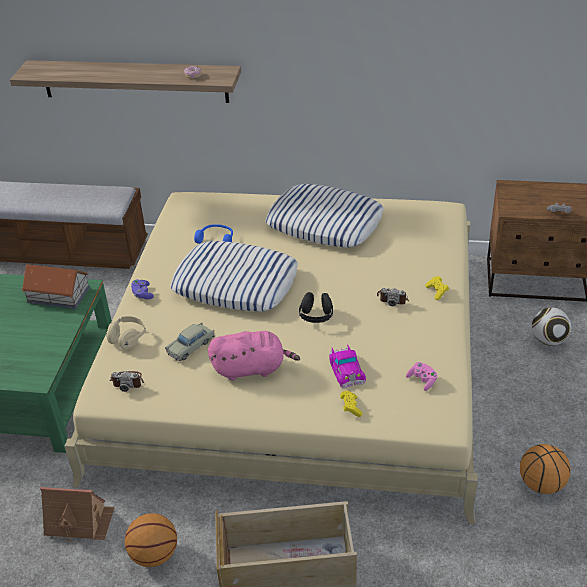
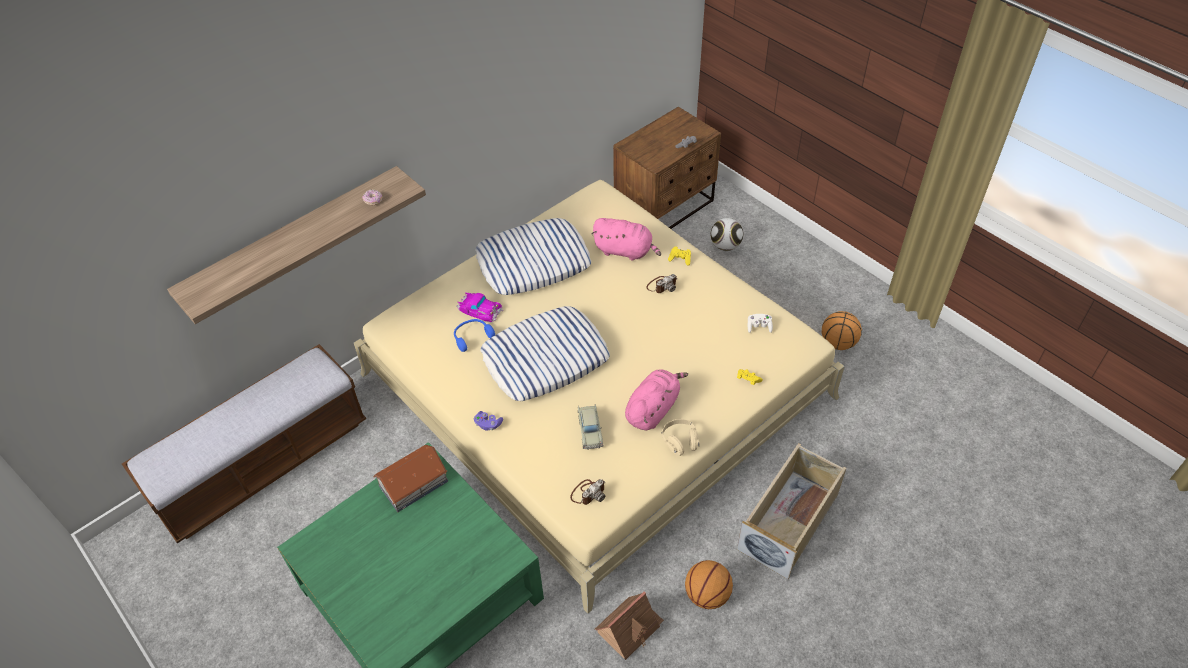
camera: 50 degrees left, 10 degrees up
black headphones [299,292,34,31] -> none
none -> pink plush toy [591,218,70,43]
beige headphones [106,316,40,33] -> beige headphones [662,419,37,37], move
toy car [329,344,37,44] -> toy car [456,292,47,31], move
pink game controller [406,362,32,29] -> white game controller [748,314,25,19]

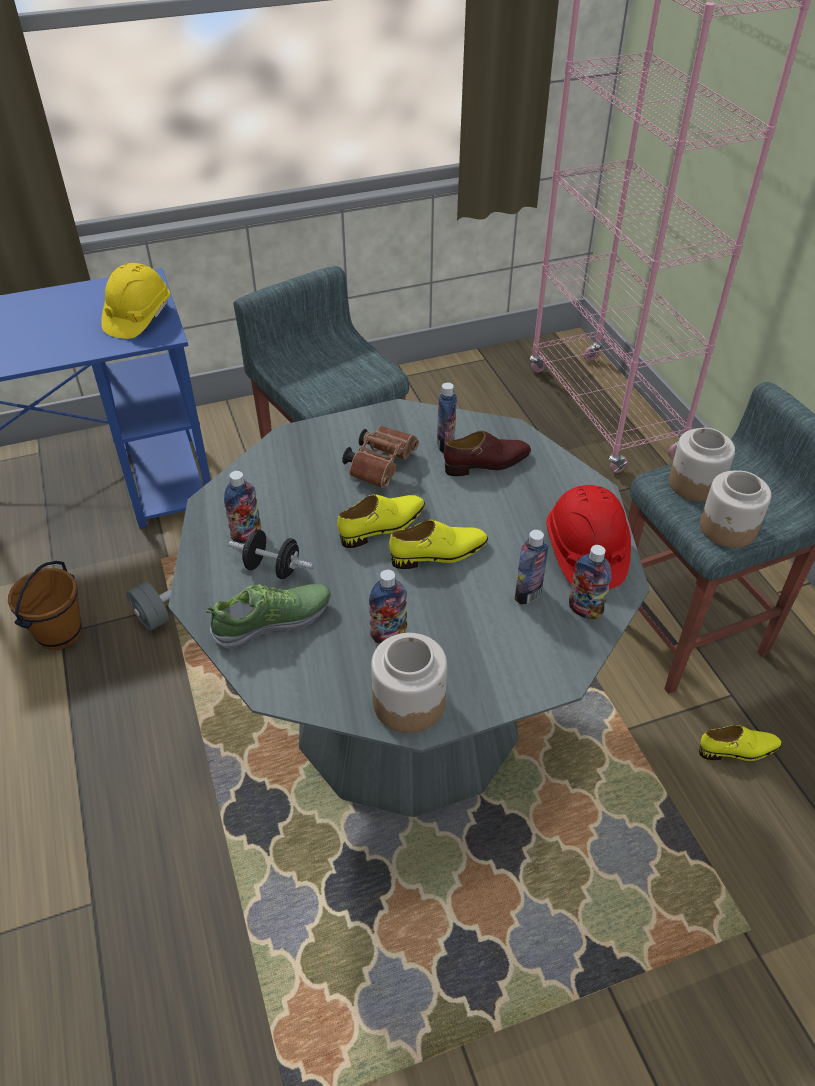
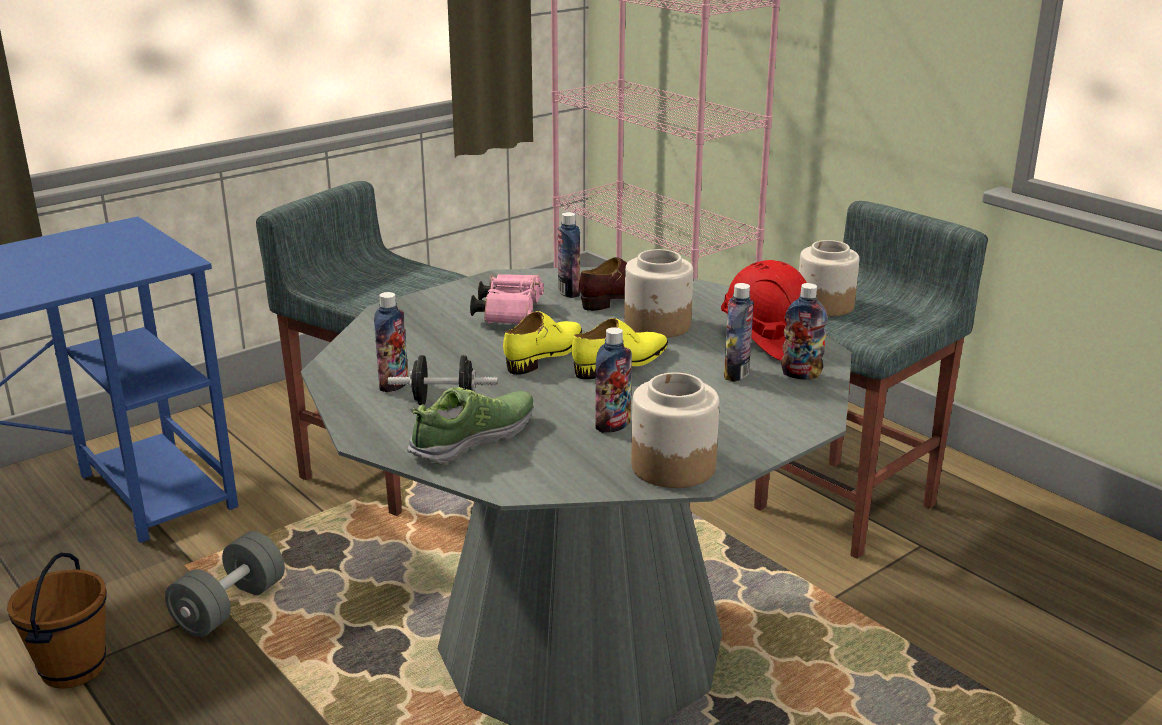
camera: 20 degrees left, 20 degrees down
yellow hard hat [102,263,68,76] -> none
yellow shoe [699,725,83,36] -> none
jar [700,471,71,77] -> jar [624,249,69,89], move
brown binoculars [342,426,77,62] -> pink binoculars [470,274,74,50]

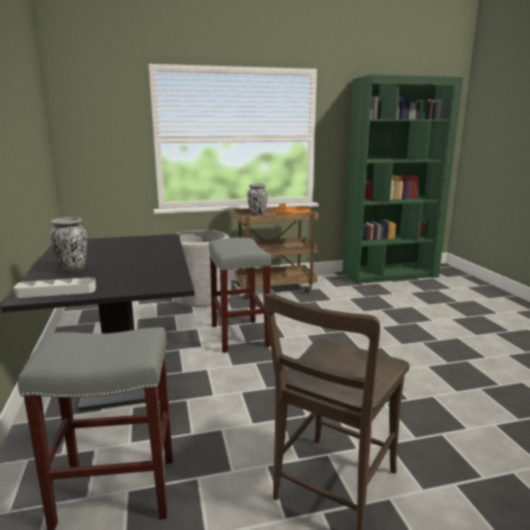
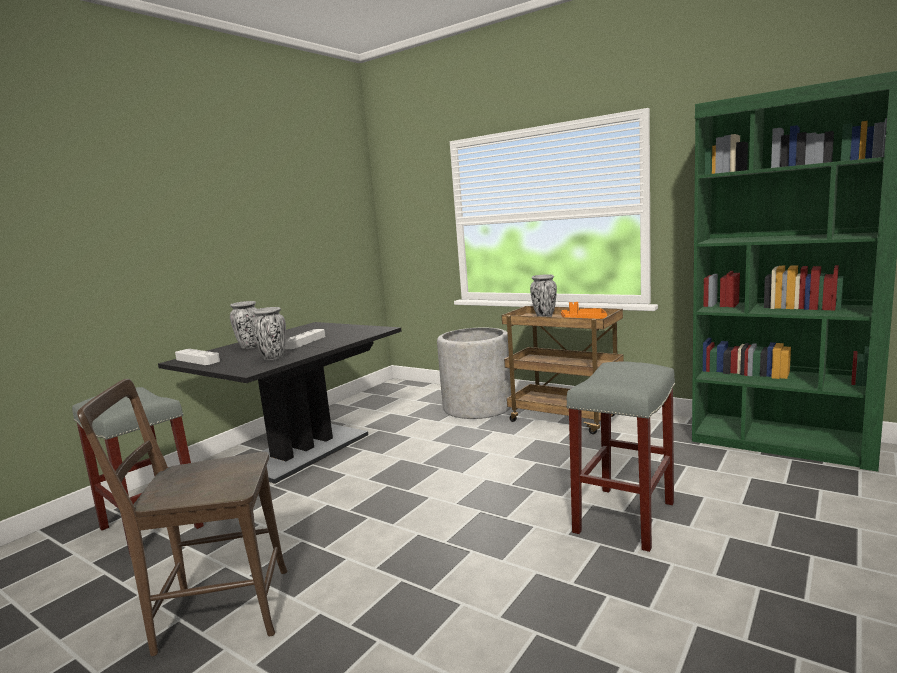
camera: 50 degrees right, 5 degrees down
none -> vase [252,307,34,53]
none -> grey tray [285,329,40,20]
grey stool [209,237,63,116] -> grey stool [566,362,109,190], move

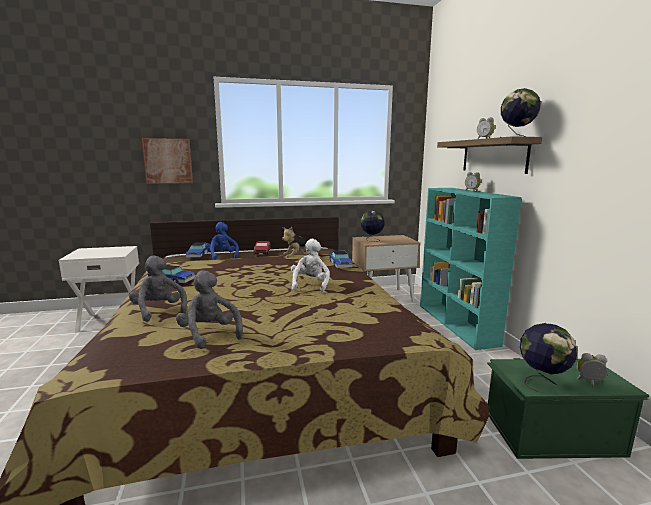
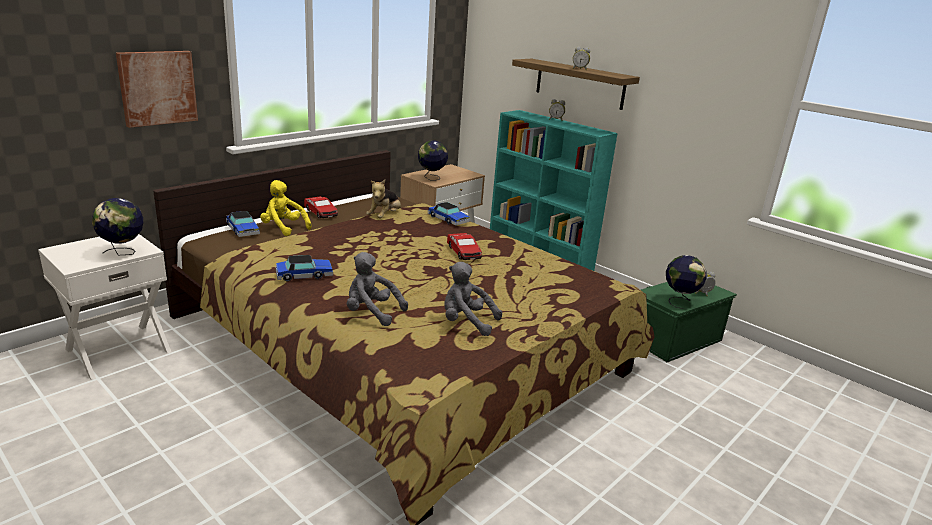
camera: 35 degrees left, 10 degrees up
globe [501,88,40,49] -> globe [92,198,51,57], move
white plush toy [291,239,39,54] -> toy car [447,233,35,27]
blue plush toy [205,222,34,38] -> yellow plush toy [260,180,52,56]

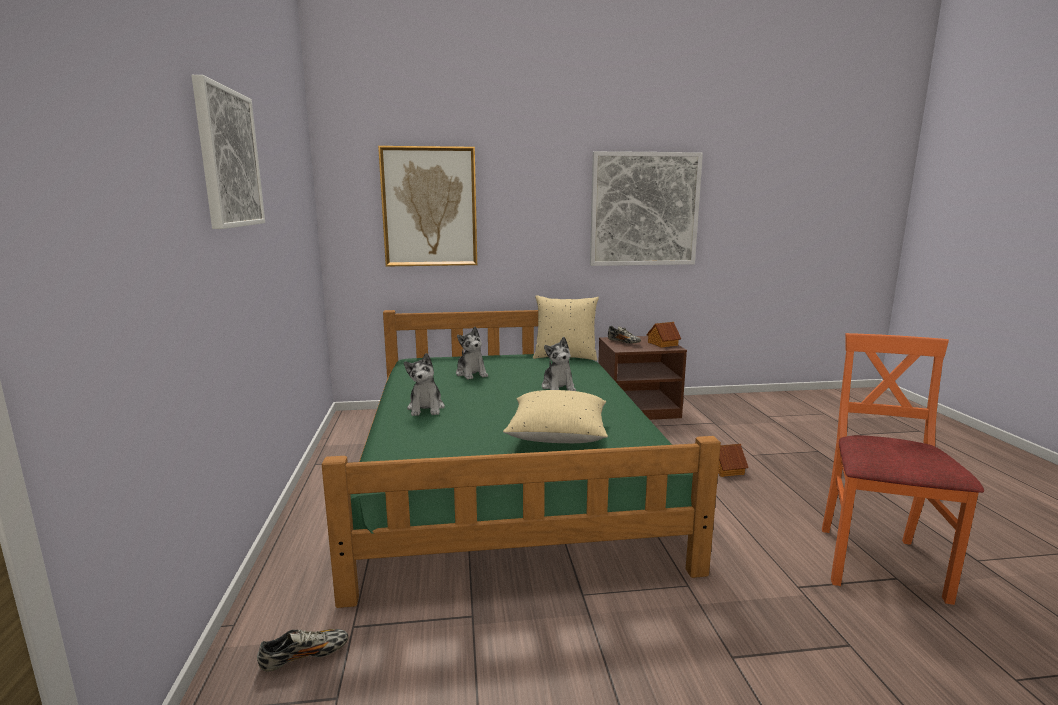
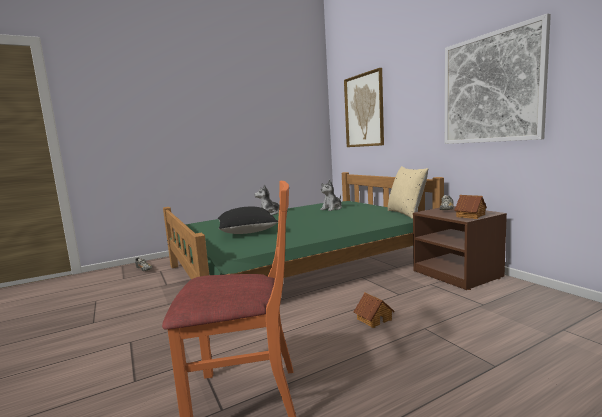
camera: 70 degrees right, 5 degrees down
picture [191,75,74,154] -> none
plush toy [542,337,34,54] -> none
beige pillow [503,390,105,53] -> black pillow [218,206,60,28]

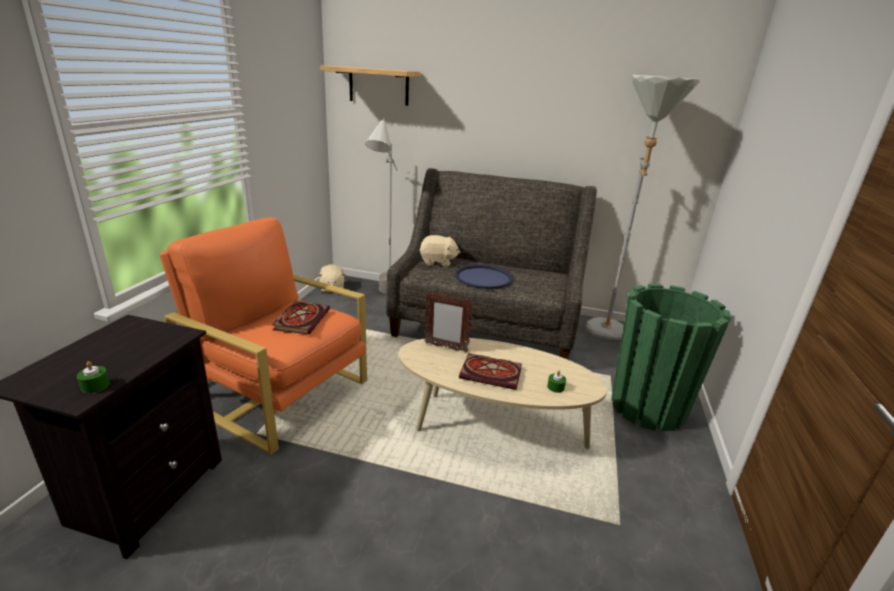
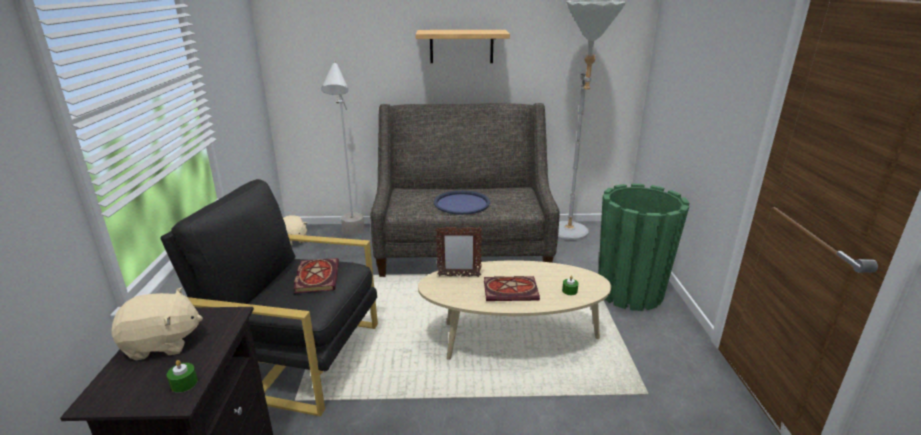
camera: 15 degrees left, 0 degrees up
shelf [320,66,101,40] -> shelf [415,30,95,33], move
beige plush toy [419,235,42,32] -> beige plush toy [111,287,92,73], move
orange armchair [160,217,207,238] -> black armchair [160,179,218,238]

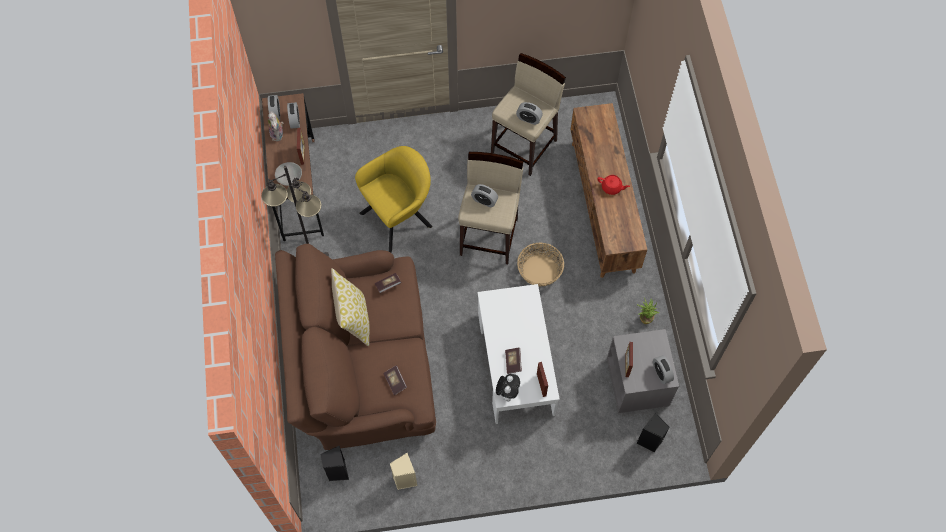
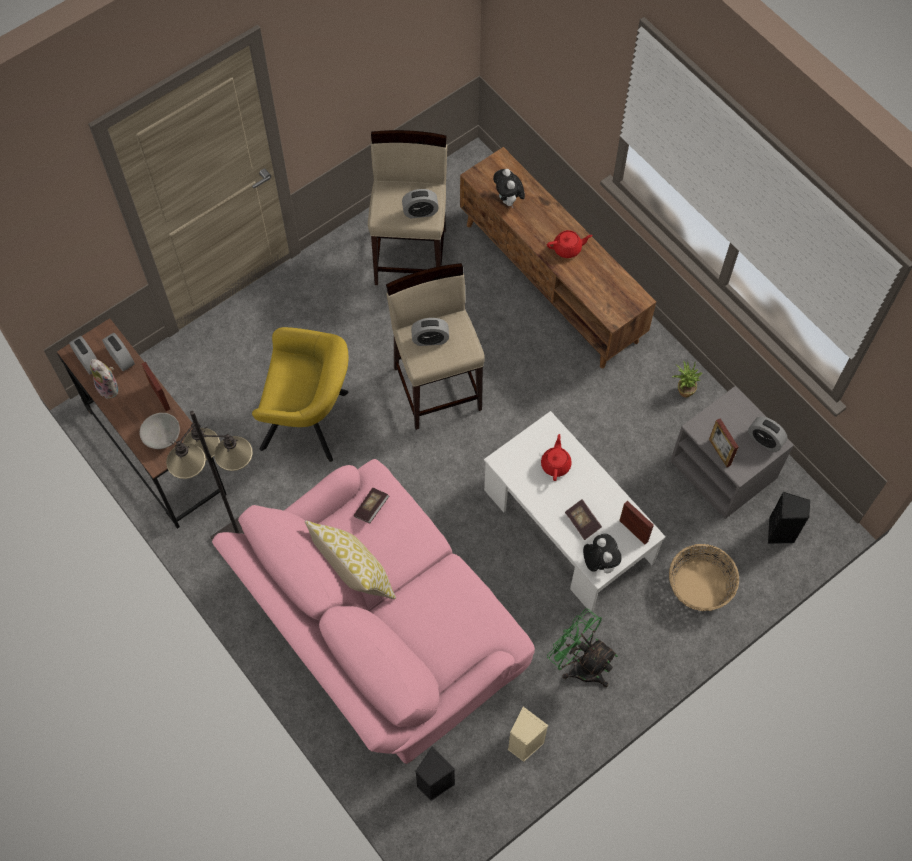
camera: 30 degrees left, 0 degrees up
book [383,366,24,29] -> none
none -> plush toy [493,169,32,39]
none -> red teapot [541,434,31,47]
none -> green fan [547,609,71,78]
basket [517,243,47,44] -> basket [669,544,70,67], move
brown sofa [275,244,161,206] -> pink sofa [212,459,323,305]
yellow armchair [355,146,77,106] -> yellow armchair [252,327,97,135], 75 degrees clockwise

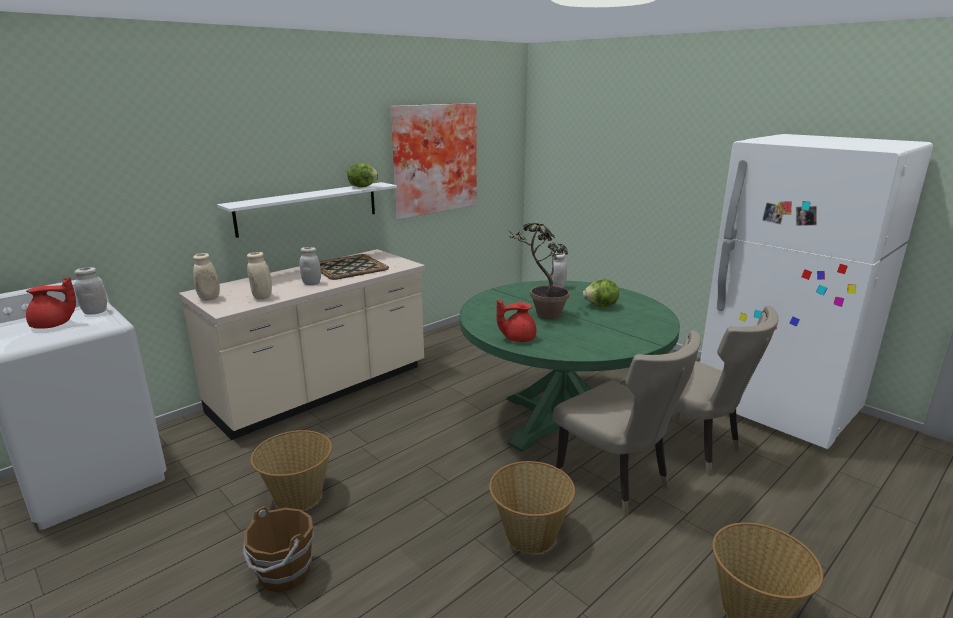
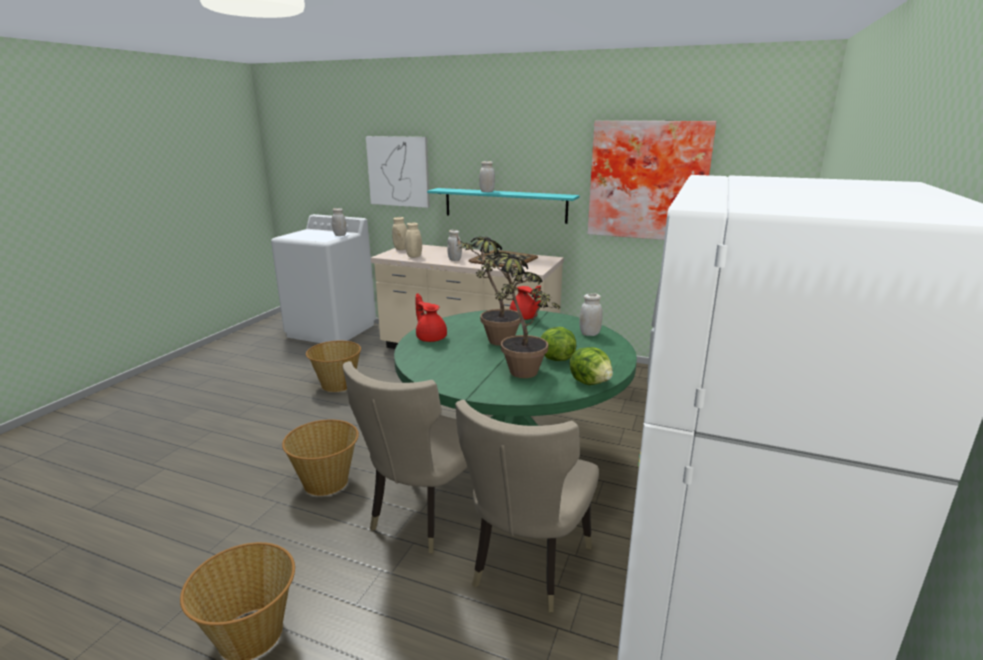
camera: 65 degrees right, 0 degrees up
brown bucket [243,506,71,87] -> none
none -> picture [366,136,64,72]
none -> white jar [479,161,16,31]
none -> potted plant [481,249,79,129]
red teapot [26,277,50,51] -> red teapot [510,286,31,34], move
lettuce [347,163,32,24] -> lettuce [570,347,43,38], move
white shelf [217,182,180,56] -> turquoise shelf [427,188,153,36]

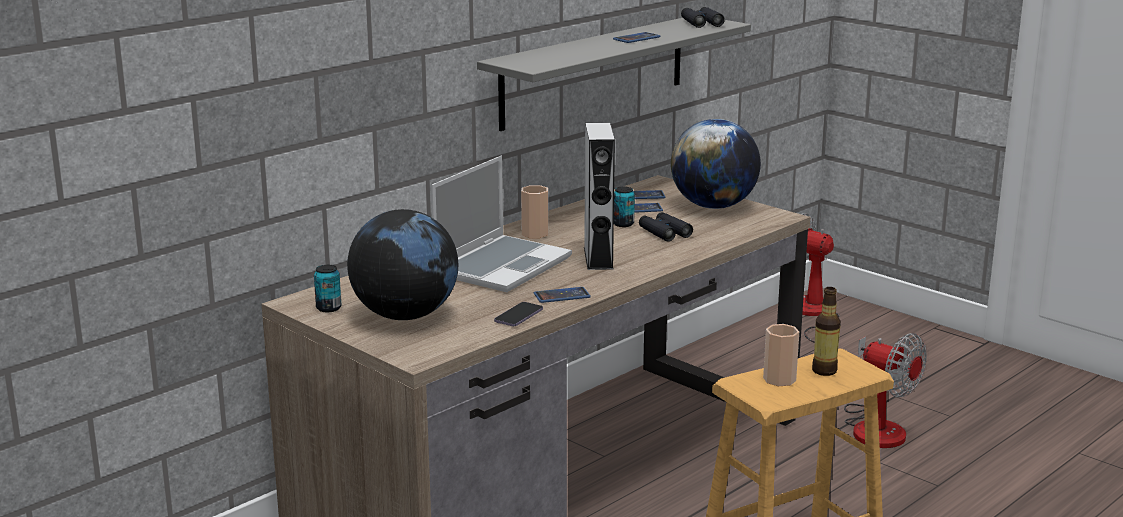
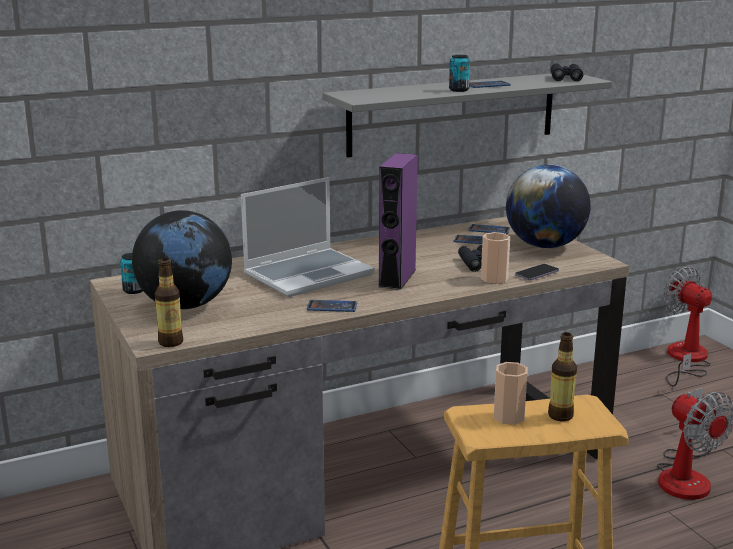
camera: 20 degrees right, 0 degrees up
none -> bottle [155,258,28,89]
phone [494,302,49,24] -> phone [515,264,44,16], move
cup [521,185,27,53] -> cup [481,232,29,52], move
can [614,187,21,40] -> can [449,55,21,37], move
grey speaker [584,123,31,147] -> purple speaker [378,153,40,137]

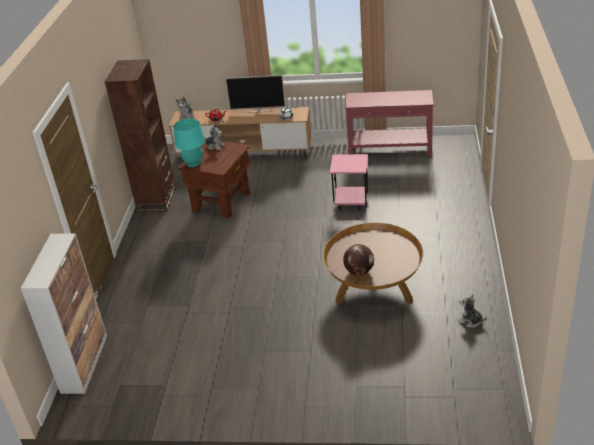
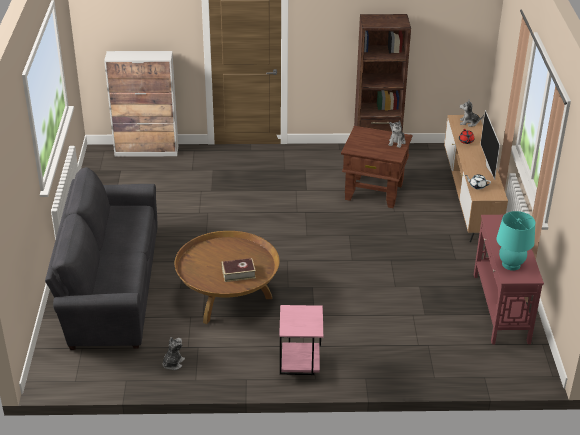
camera: 80 degrees right, 0 degrees up
globe [343,244,31,31] -> none
none -> grey sofa [45,167,113,183]
none -> book [221,258,35,24]
turquoise table lamp [174,118,31,49] -> turquoise table lamp [496,211,39,60], move
pink side table [330,154,38,56] -> pink side table [279,305,44,70], move

